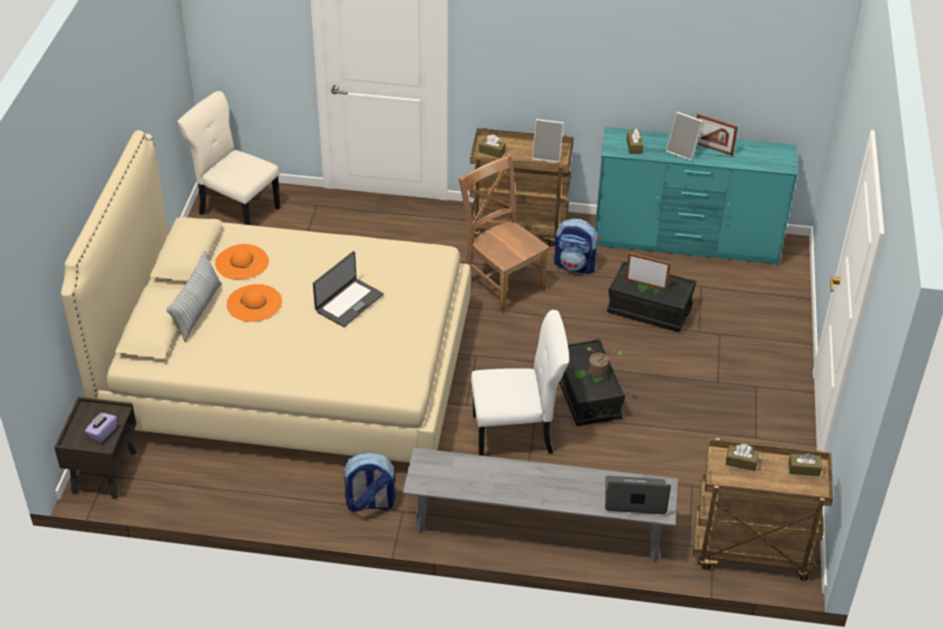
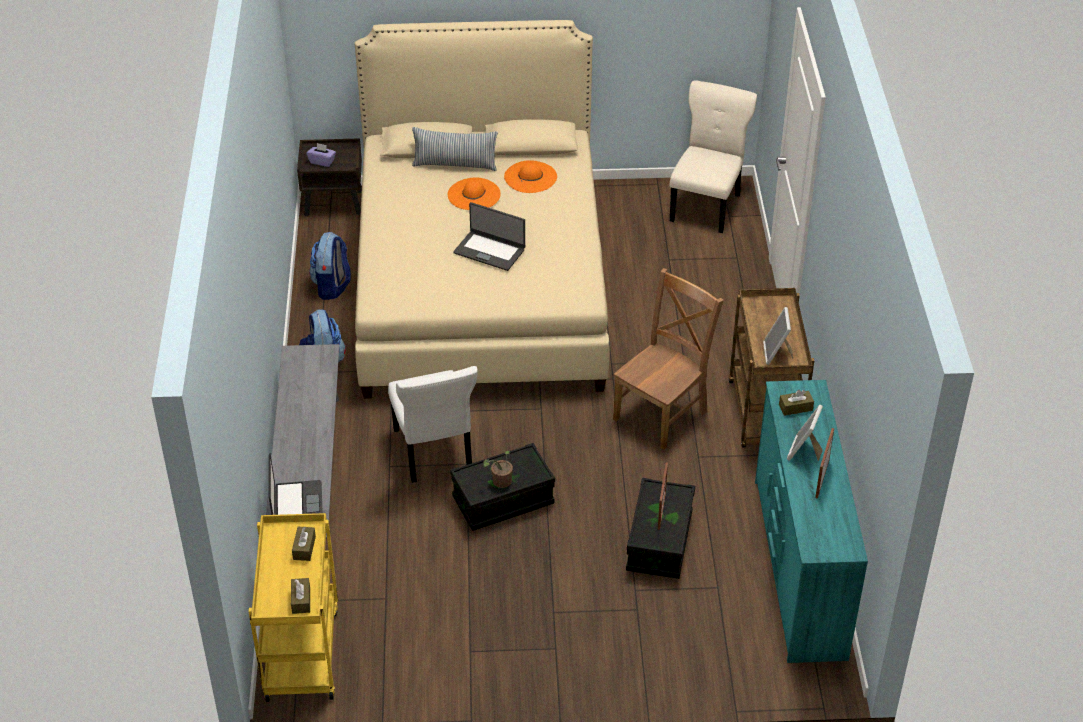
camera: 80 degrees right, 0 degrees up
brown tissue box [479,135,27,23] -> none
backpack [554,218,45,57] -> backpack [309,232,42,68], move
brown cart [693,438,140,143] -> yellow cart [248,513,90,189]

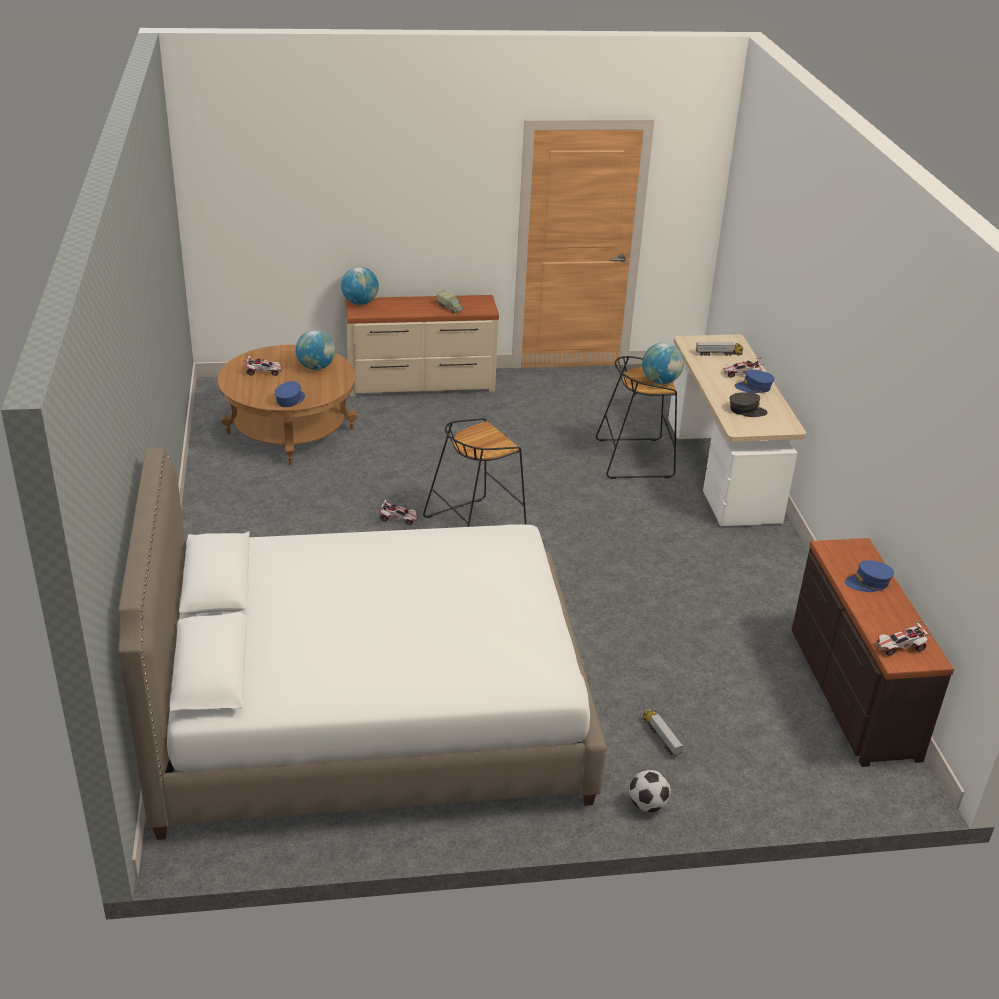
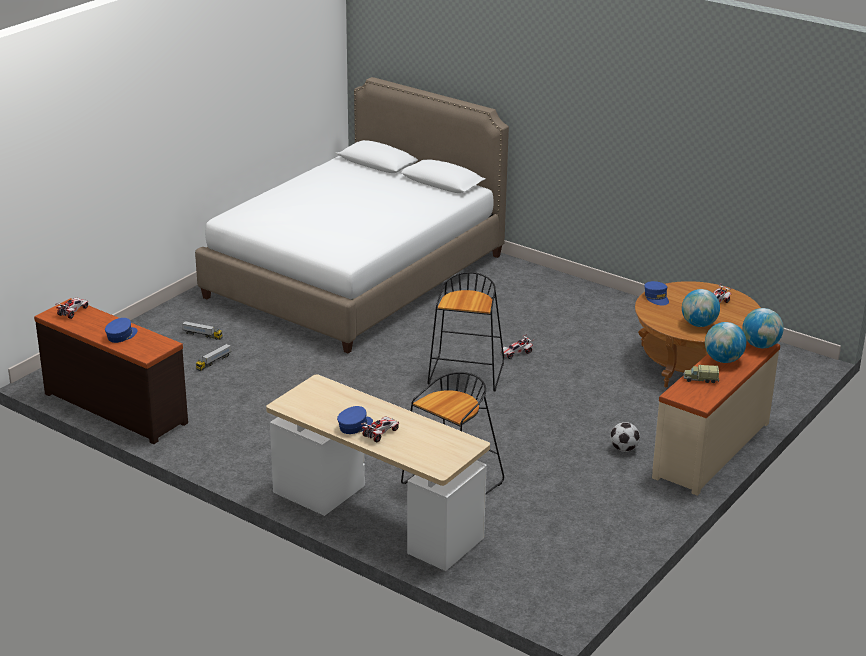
camera: 135 degrees right, 5 degrees down
grey cap [730,392,37,25] -> none
football [629,770,42,42] -> football [610,422,30,30], move
globe [642,343,42,41] -> globe [705,322,41,41], move
toy truck [696,342,47,14] -> toy truck [196,344,35,27], move

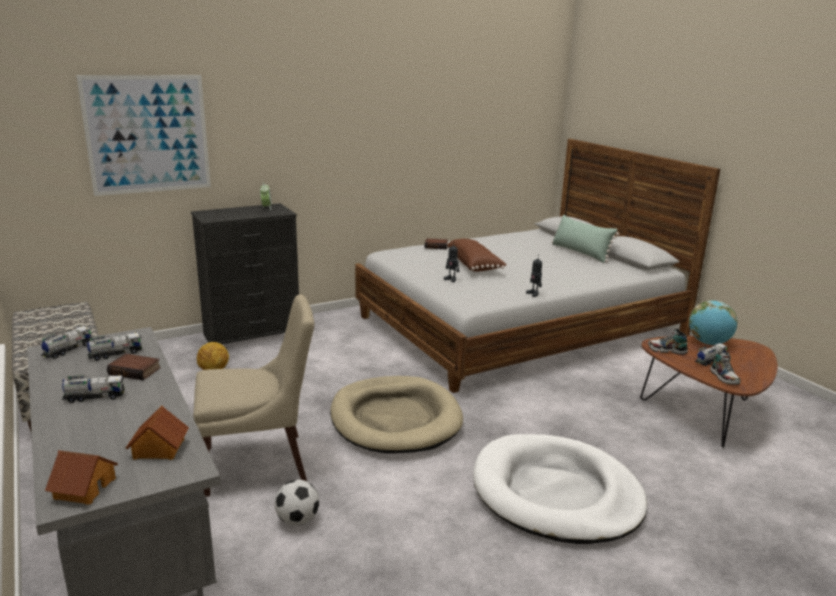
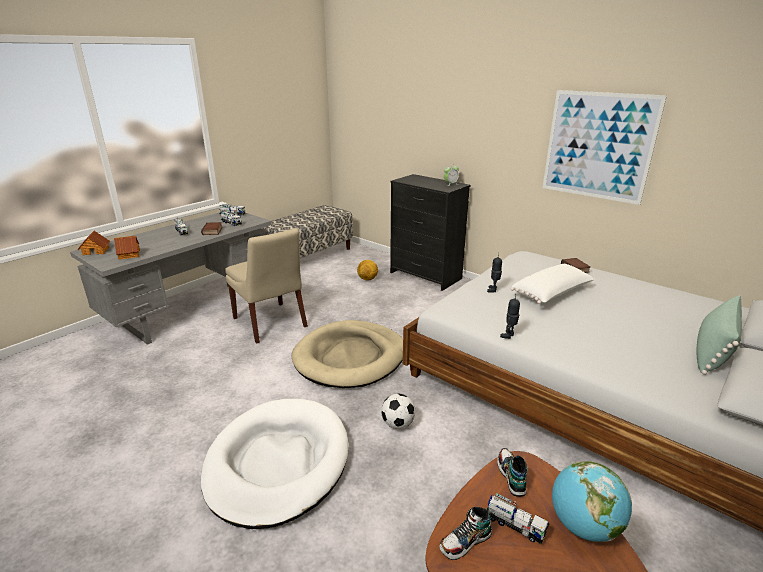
camera: 70 degrees right, 5 degrees up
picture [76,75,135,121] -> picture [542,90,125,115], move
football [274,480,45,46] -> football [381,394,34,35], move
brown pillow [447,239,60,33] -> white pillow [511,264,84,40]

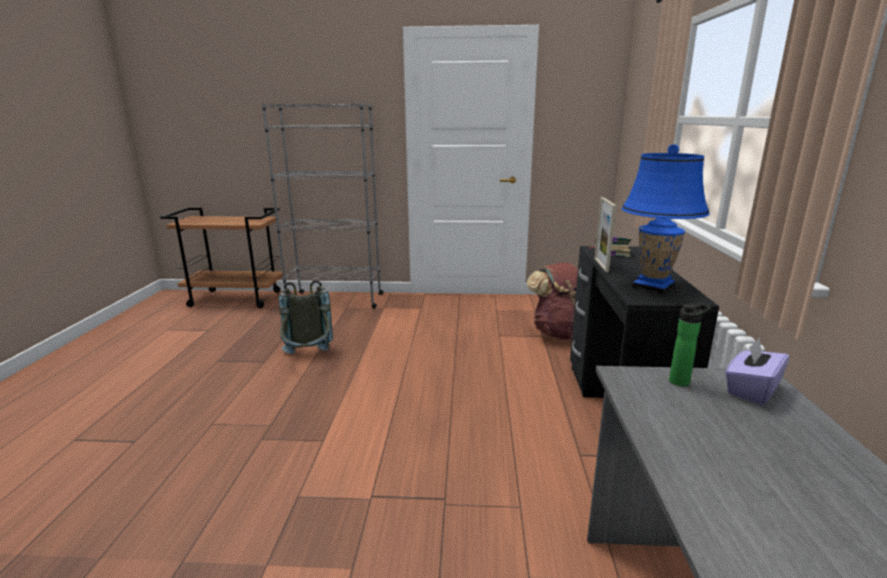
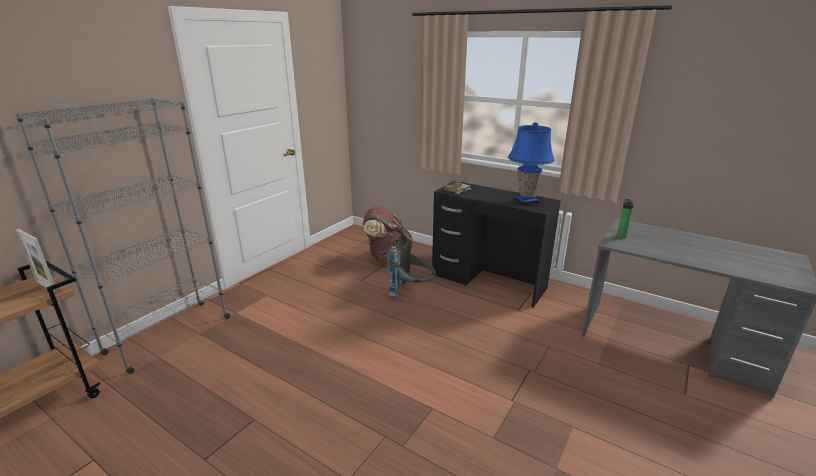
camera: 60 degrees left, 5 degrees up
purple tissue box [725,338,64,67] -> none
grey backpack [279,280,54,74] -> grey backpack [387,231,49,65], move
picture frame [594,197,22,75] -> picture frame [16,229,42,65], move

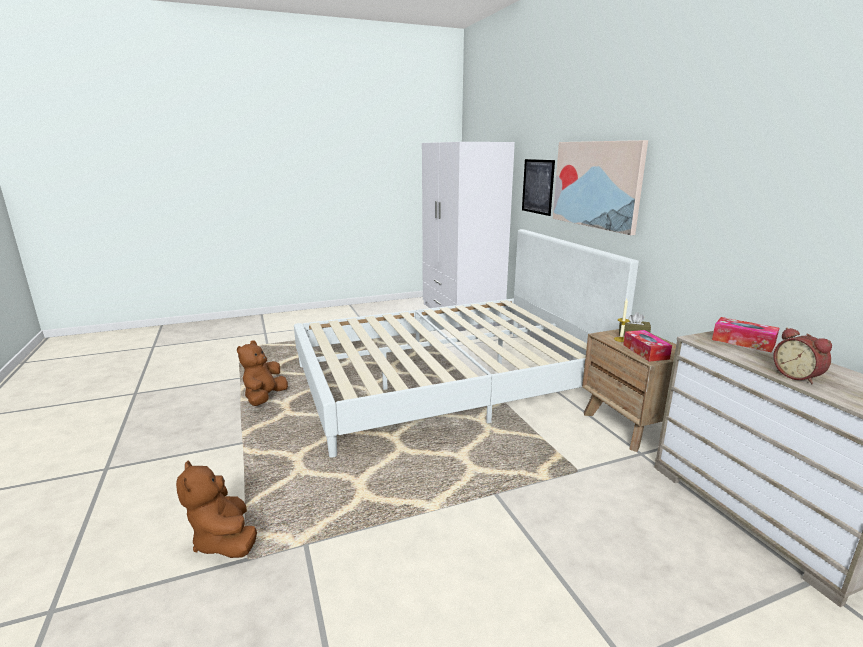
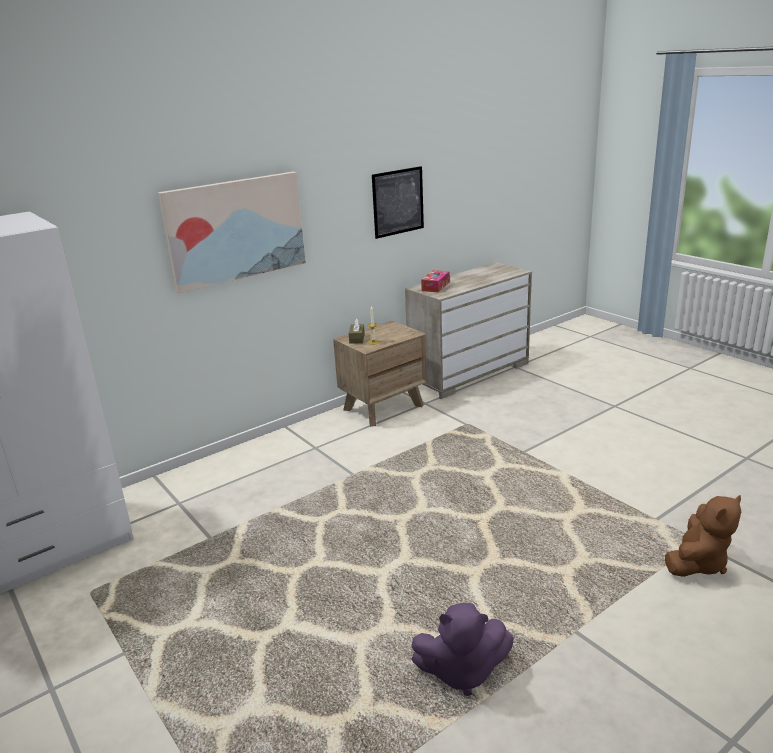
camera: 105 degrees left, 5 degrees up
white bed [294,229,345,229] -> none
tissue box [623,330,49,32] -> none
alarm clock [773,327,59,58] -> none
picture [522,159,33,57] -> picture [372,166,52,73], move
brown plush toy [237,340,51,66] -> purple plush toy [411,603,103,93]

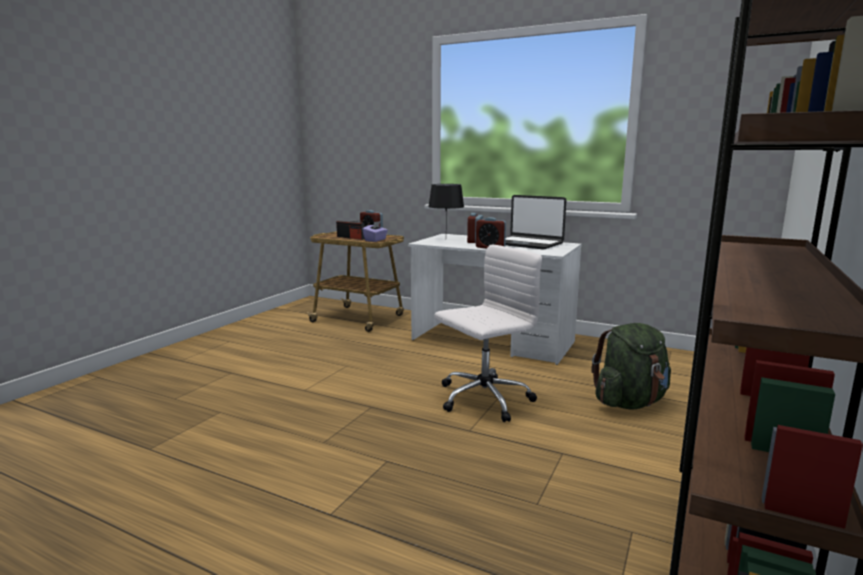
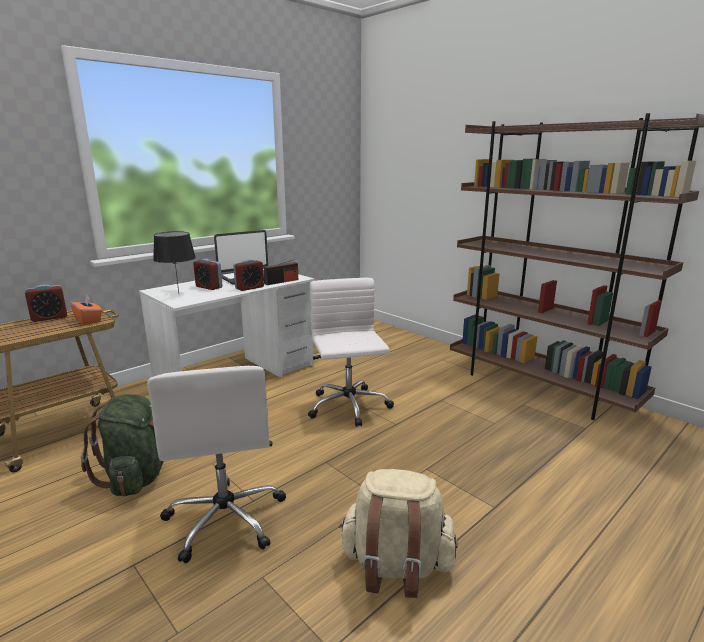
camera: 70 degrees left, 5 degrees up
none -> white office chair [147,366,139,197]
none -> beige backpack [339,469,119,129]
radio [336,220,29,20] -> radio [263,259,35,26], move
green backpack [591,323,80,87] -> green backpack [81,394,83,103], move
purple tissue box [362,221,26,21] -> orange tissue box [70,294,32,31]

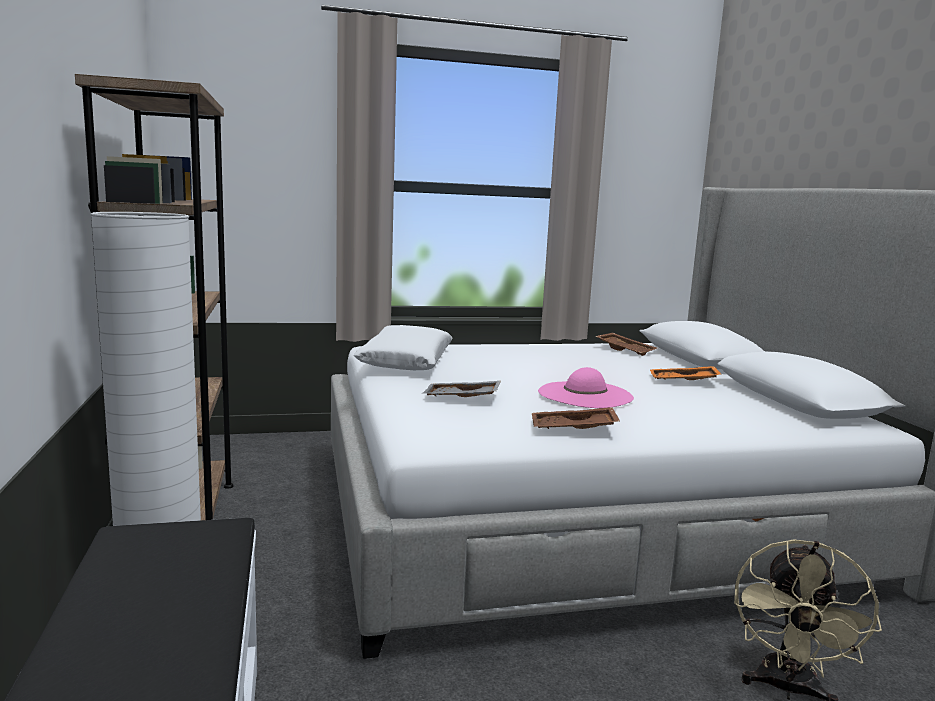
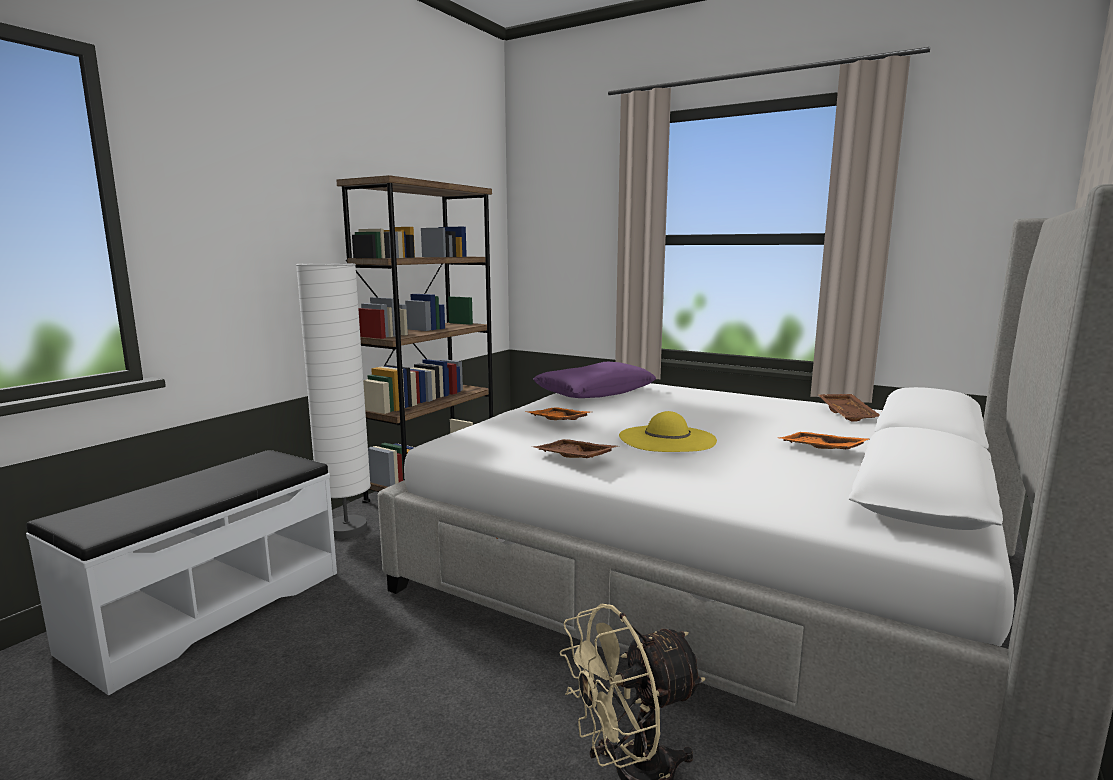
camera: 45 degrees right, 0 degrees up
white pillow [354,325,99,45] -> purple pillow [533,362,123,36]
grey tray [422,381,79,16] -> orange tray [526,407,64,13]
pink hat [538,367,96,41] -> yellow hat [619,411,98,41]

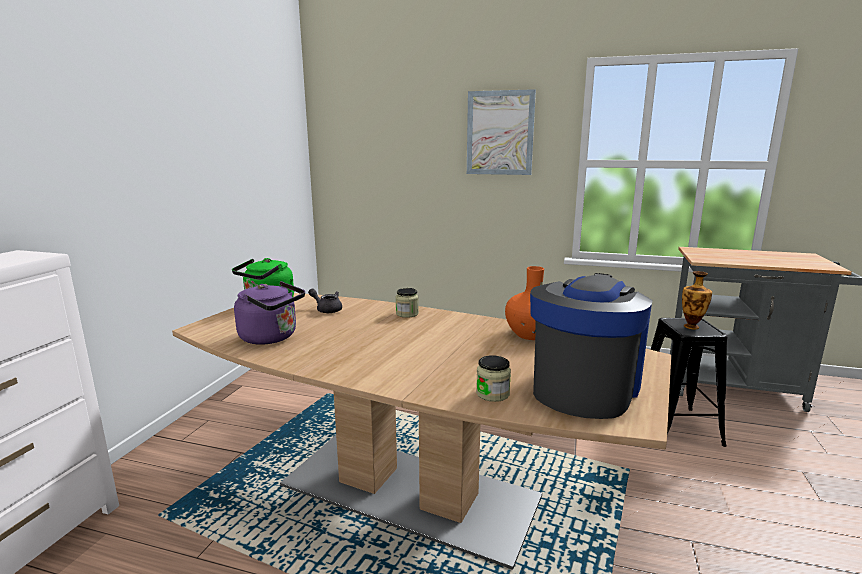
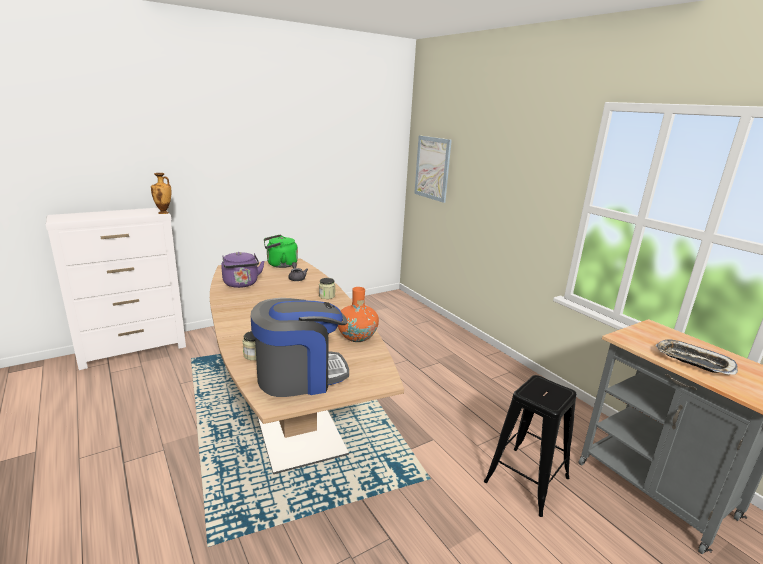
camera: 40 degrees right, 5 degrees up
none -> tray [656,340,82,35]
picture [467,89,69,86] -> picture [414,135,38,68], move
vase [682,271,30,58] -> vase [151,173,21,41], move

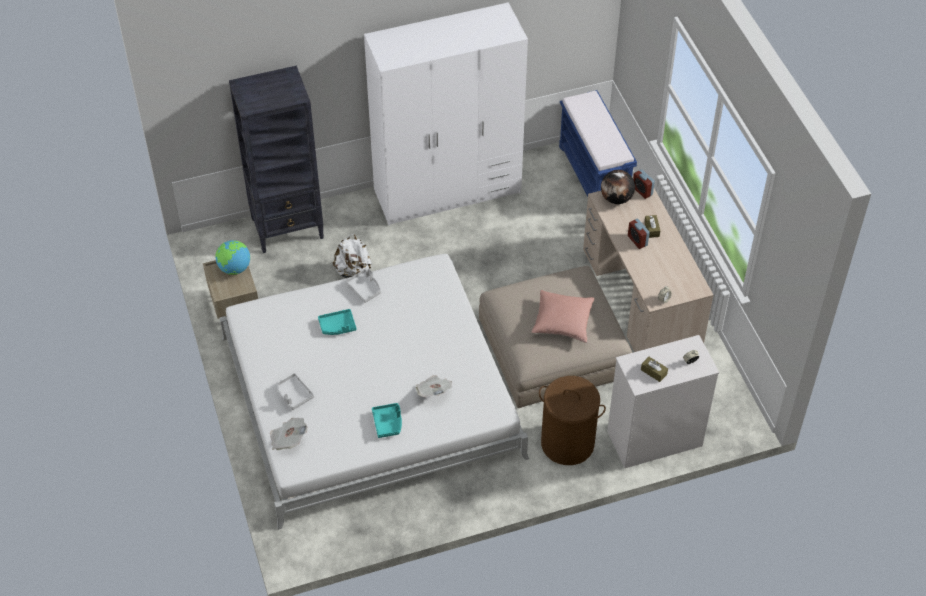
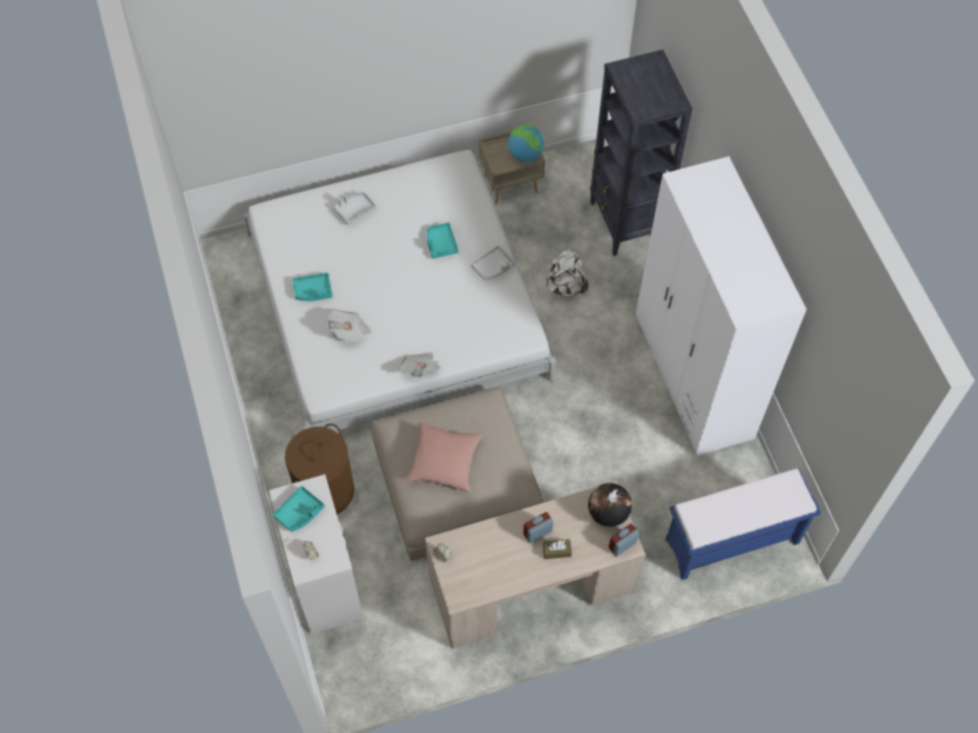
camera: 90 degrees right, 10 degrees up
newspaper [270,418,37,32] -> newspaper [398,352,42,26], move
brown tissue box [641,357,27,25] -> turquoise tray [273,486,52,46]

